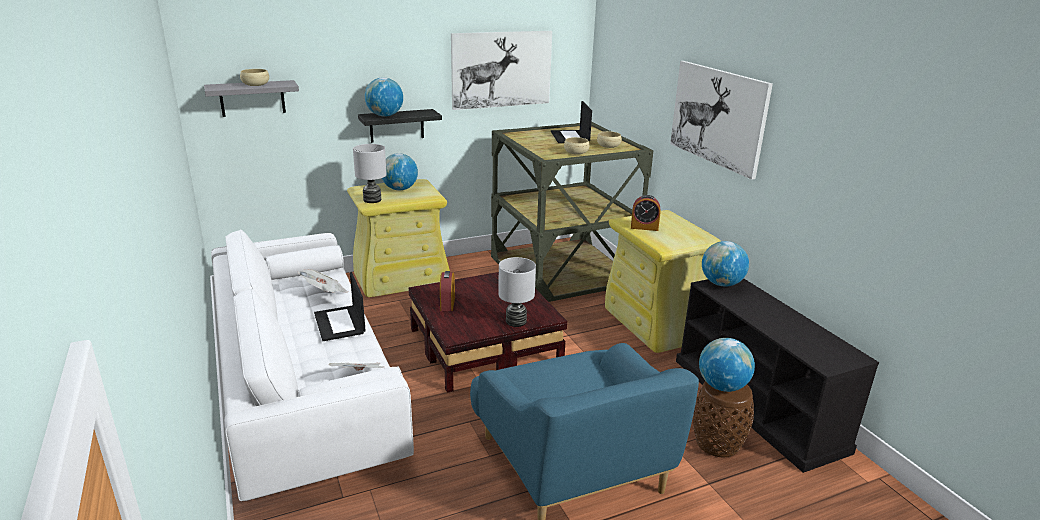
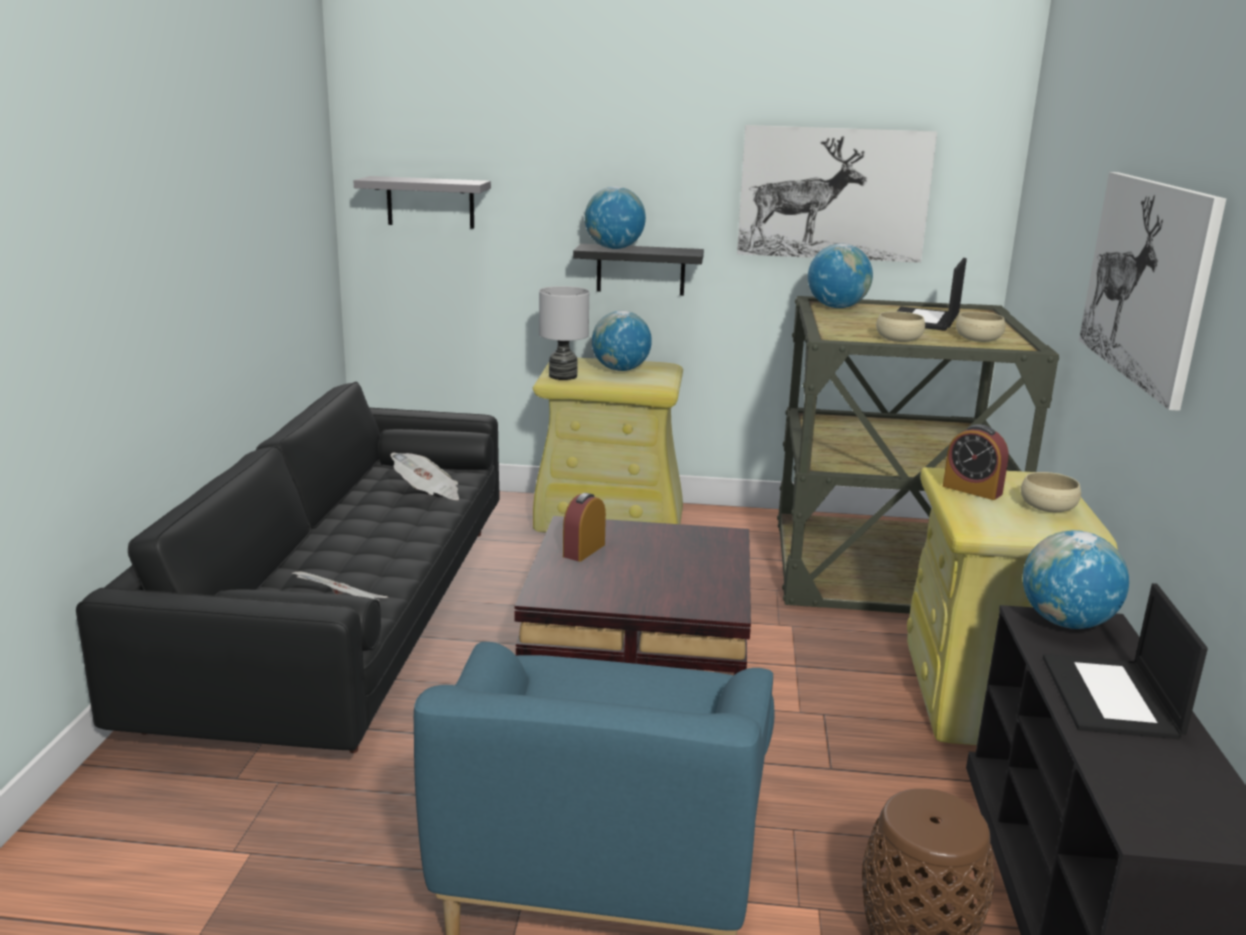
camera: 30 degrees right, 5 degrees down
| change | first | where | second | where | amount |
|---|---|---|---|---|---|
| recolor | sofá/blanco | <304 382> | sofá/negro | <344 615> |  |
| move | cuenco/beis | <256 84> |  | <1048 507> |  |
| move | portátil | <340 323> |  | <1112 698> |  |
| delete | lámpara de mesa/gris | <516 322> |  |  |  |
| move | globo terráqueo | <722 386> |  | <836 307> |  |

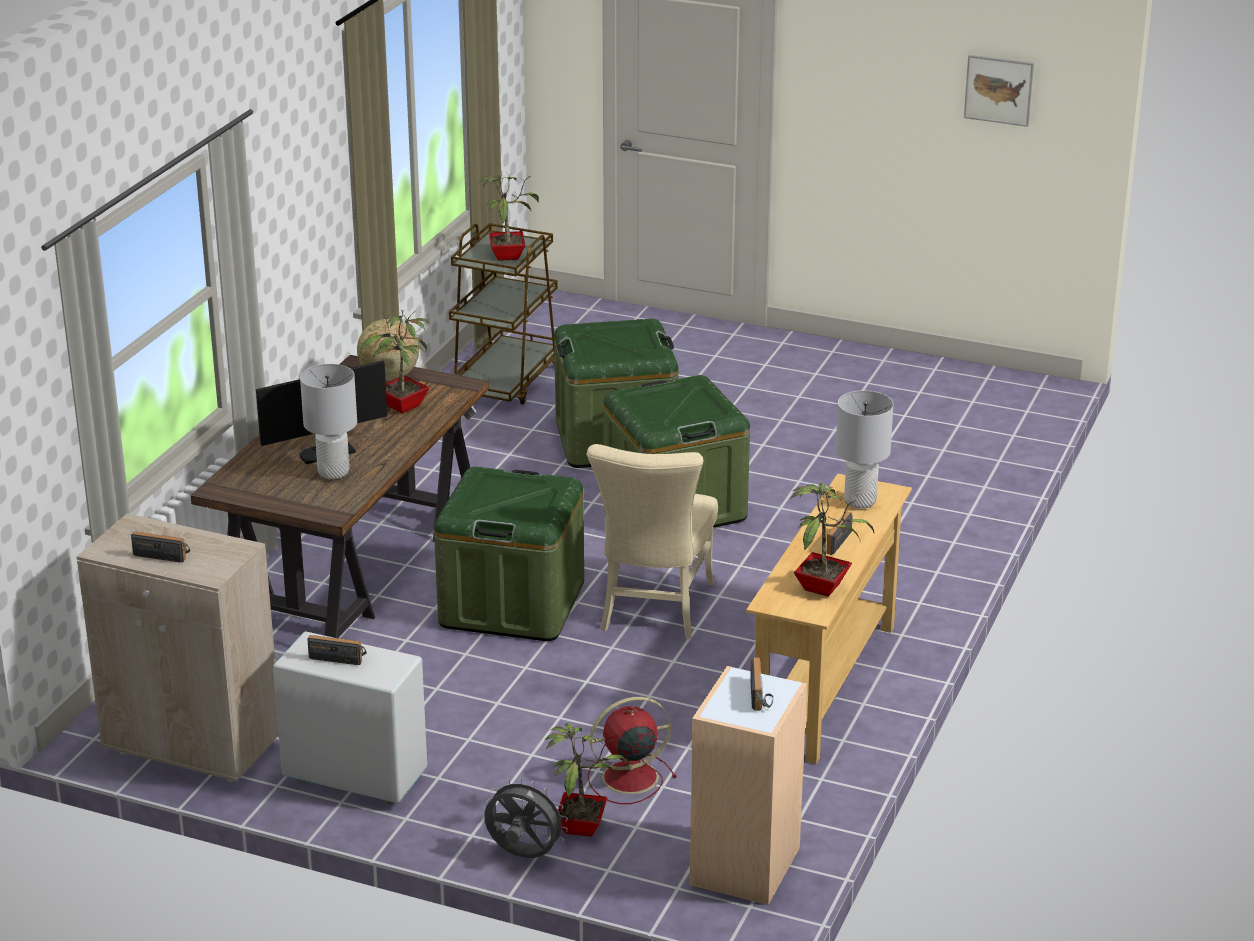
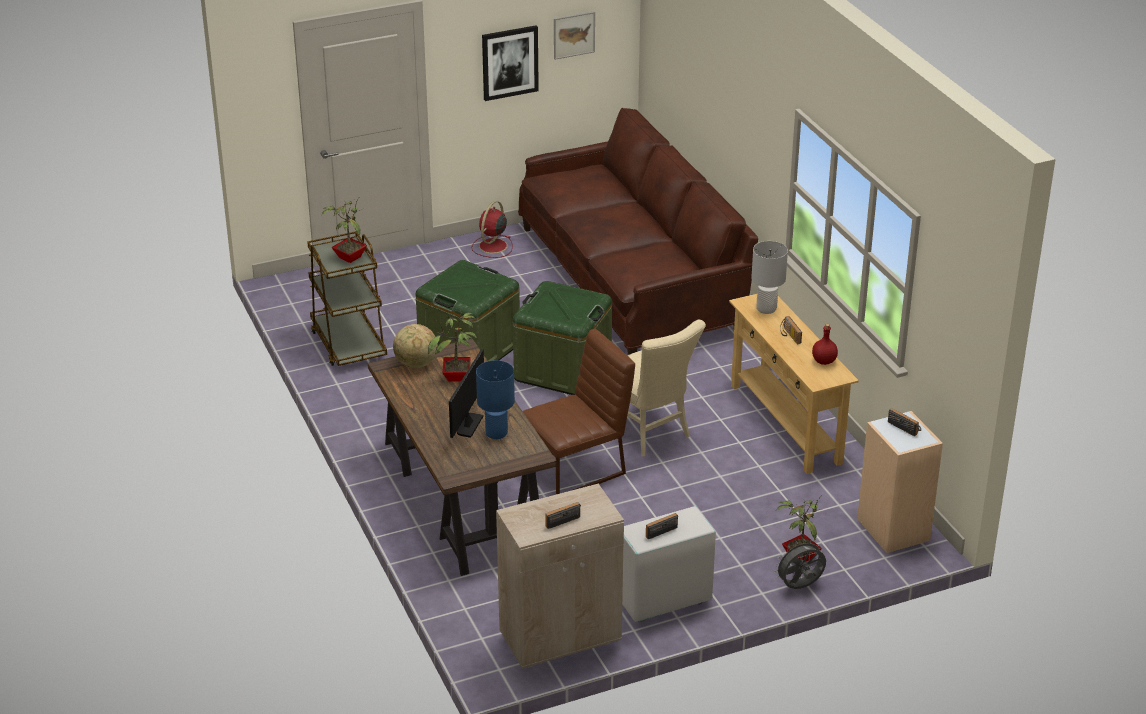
camera: 45 degrees left, 5 degrees up
| change | first | where | second | where | amount |
|---|---|---|---|---|---|
| recolor | lámpara de mesa/gris | <334 475> | lámpara de mesa/azul | <497 435> |  |
| replace | caja de almacenaje/verde | <512 604> | silla/marrón | <577 468> |  |
| move | ventilador/rojo | <627 778> |  | <492 247> |  |
| replace | planta en maceta | <823 586> | botella/rojo | <824 361> |  |
| insert |  |  | cuadro | <509 62> |  |
| insert |  |  | sofá/marrón | <631 279> |  |

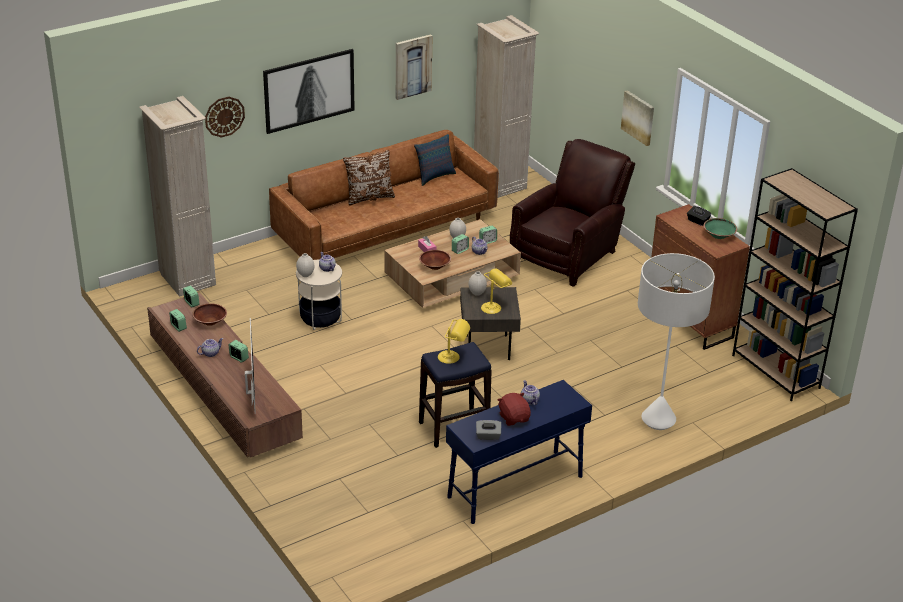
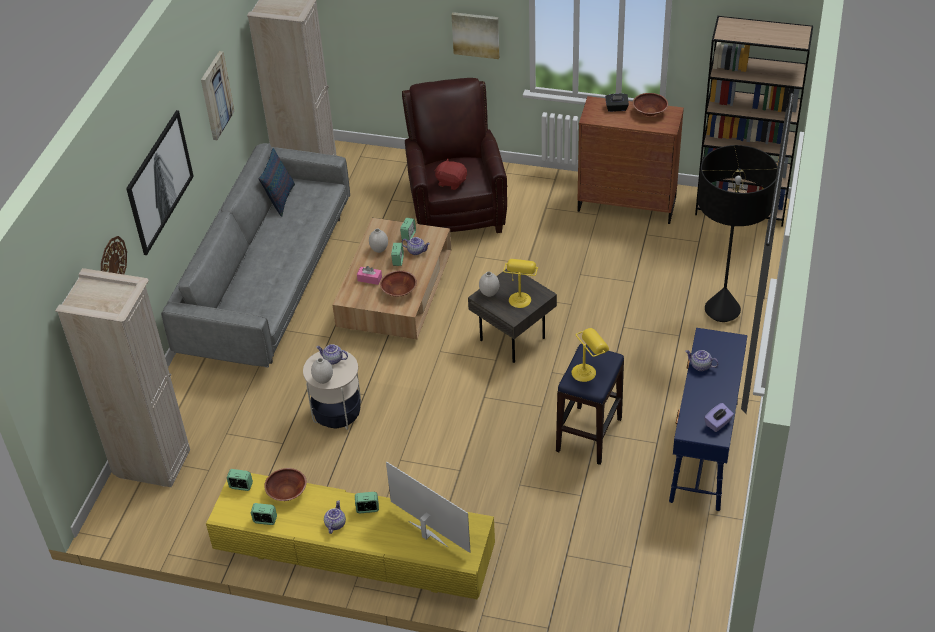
camera: 40 degrees left, 10 degrees up
| change | first | where | second | where | amount |
|---|---|---|---|---|---|
| recolor | mueble de televisión/marrón | <223 392> | mueble de televisión/amarillo | <354 554> |  |
| recolor | sofá/marrón | <385 229> | sofá/gris | <268 282> |  |
| delete | cojín/marrón | <369 198> |  |  |  |
| recolor | caja de pañuelos/gris | <488 436> | caja de pañuelos/morado | <718 423> |  |
| move | peluche/rojo | <514 418> |  | <451 182> |  |
| recolor | lámpara de pie/blanco | <658 421> | lámpara de pie/negro | <722 312> |  |
| recolor | cuenco/verde | <718 235> | cuenco/marrón | <649 112> |  |

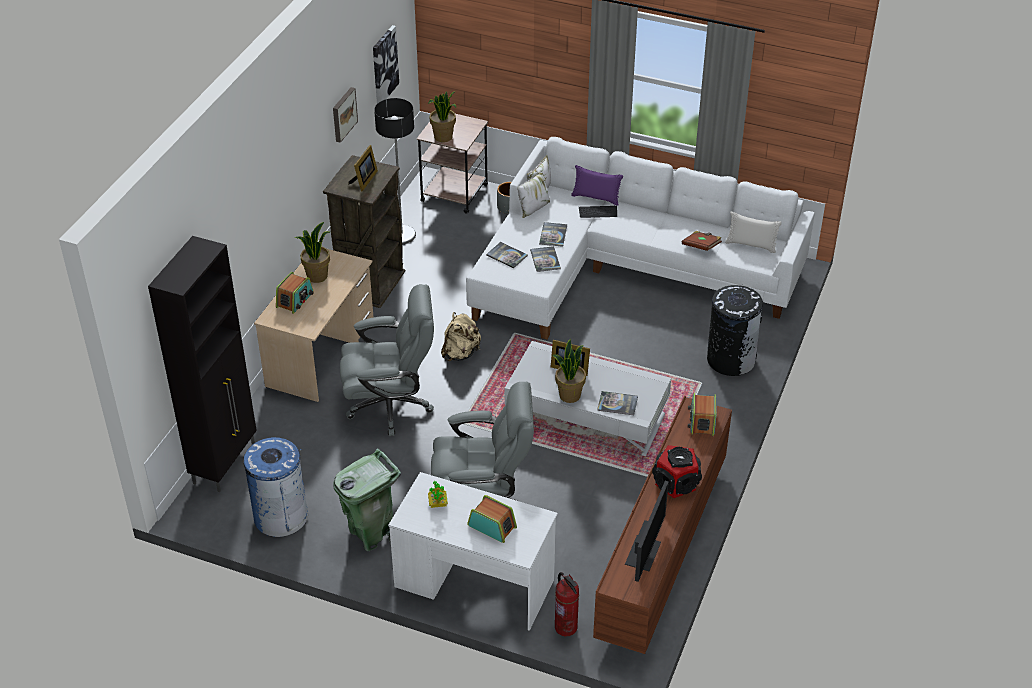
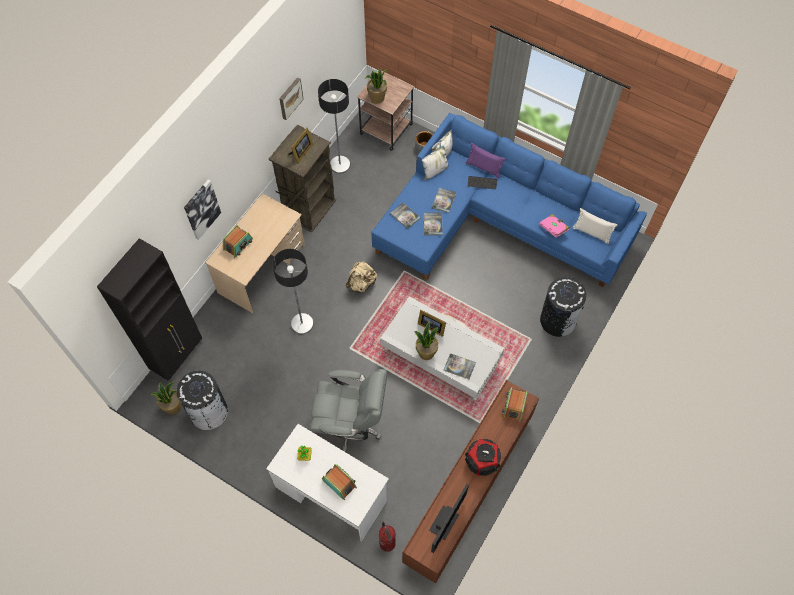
camera: 10 degrees right, 20 degrees up
| change | first | where | second | where | amount |
|---|---|---|---|---|---|
| recolor | papelera/azul | <281 516> | papelera/negro | <209 412> |  |
| move | planta en maceta | <317 276> |  | <173 407> |  |
| delete | papelera/verde | <372 533> |  |  |  |
| replace | silla de oficina/gris | <390 405> | lámpara de pie | <302 324> |  |
| move | cuadro | <384 65> |  | <201 209> |  |
| recolor | sofá/blanco | <621 271> | sofá/azul | <494 224> |  |
| recolor | libro/marrón | <701 246> | libro/rosa | <553 228> |  |

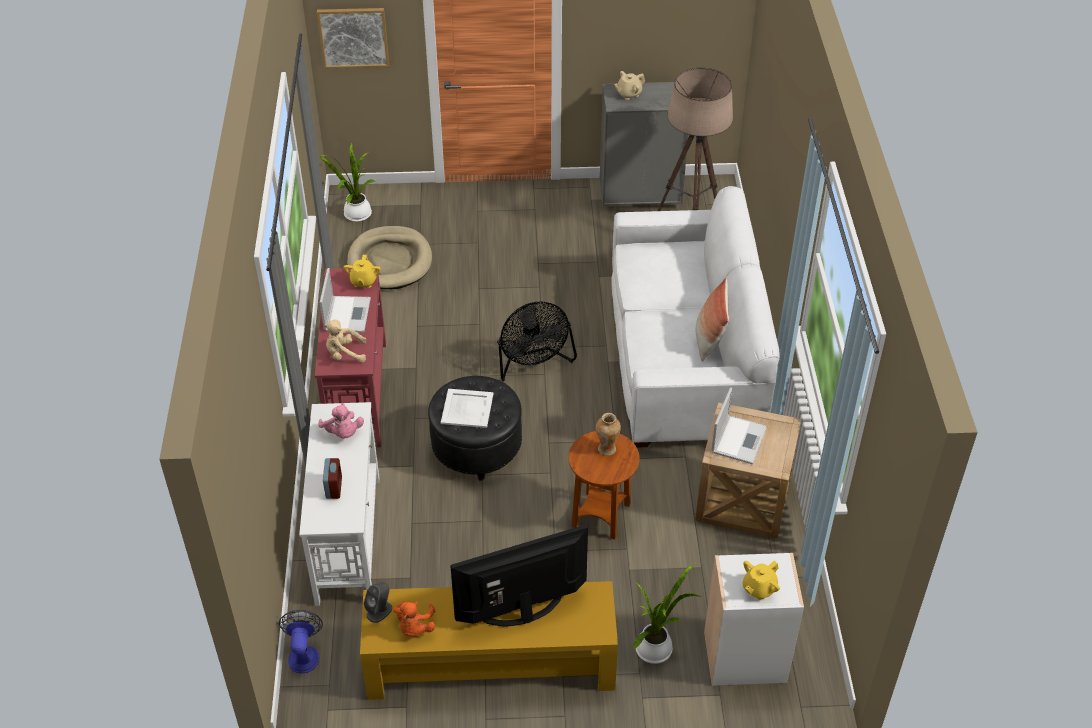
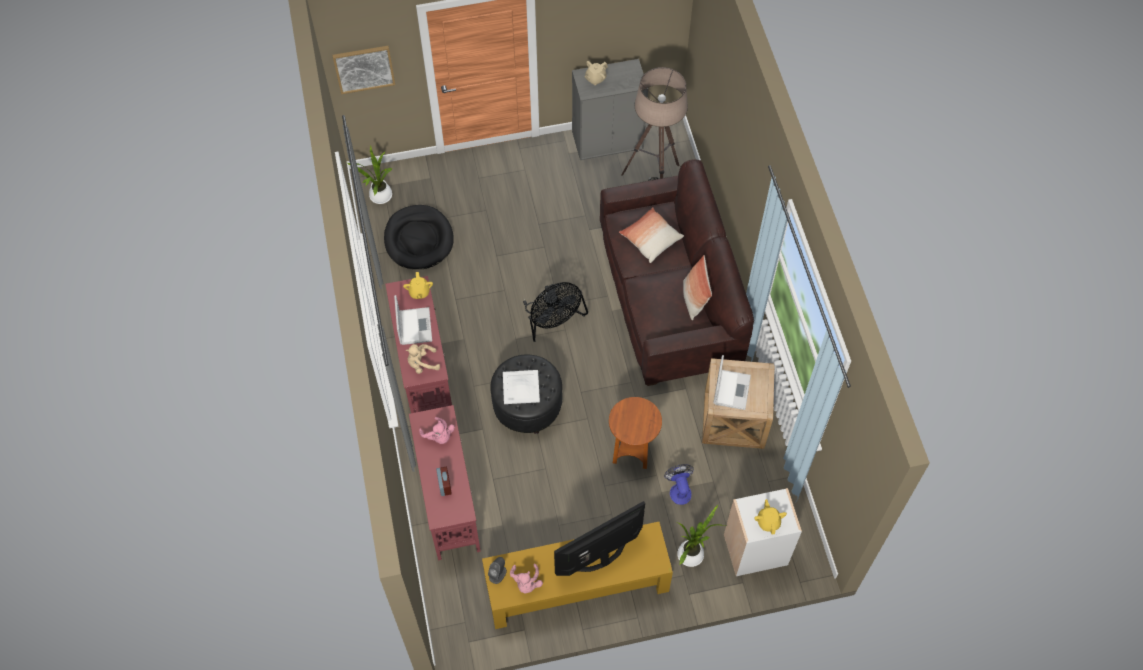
camera: 10 degrees left, 15 degrees up
| change | first | where | second | where | amount |
|---|---|---|---|---|---|
| move | ventilador | <304 653> |  | <679 490> |  |
| recolor | mesa consola/blanco | <349 538> | mesa consola/rojo | <449 499> |  |
| recolor | cama para perro/beis | <390 261> | cama para perro/negro | <419 239> |  |
| recolor | peluche/naranja | <415 627> | peluche/rosa | <526 582> |  |
| delete | florero | <607 448> |  |  |  |
| recolor | sofá/blanco | <682 356> | sofá/marrón | <668 296> |  |
| rotate | tetera/amarillo | <758 588> |  | <768 521> | 135 degrees clockwise |
| insert |  |  | cojín | <650 239> |  |

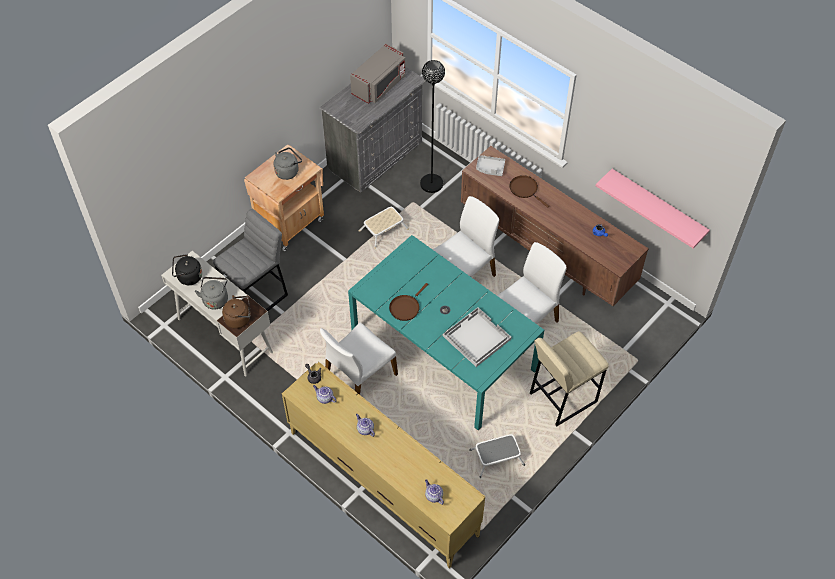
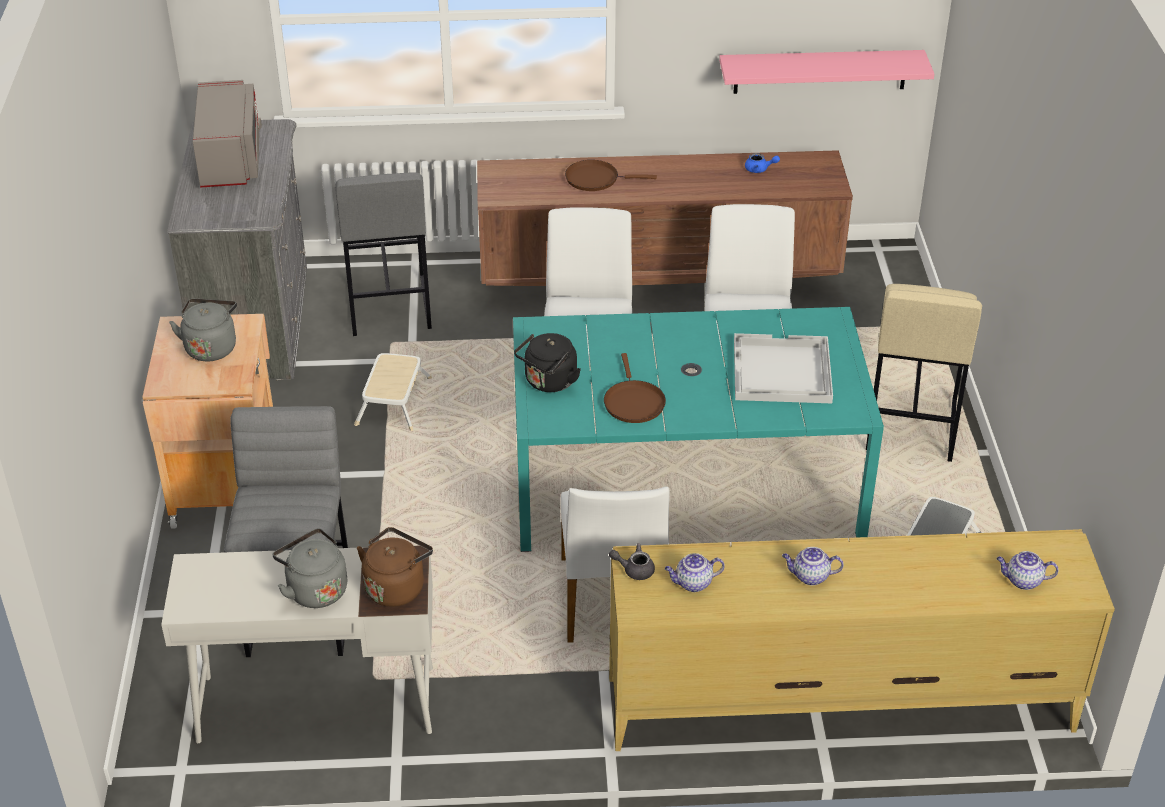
camera: 45 degrees left, 15 degrees down
| change | first | where | second | where | amount |
|---|---|---|---|---|---|
| move | hervidor/negro | <188 277> |  | <549 382> |  |
| replace | lámpara de pie/negro | <431 184> | taburete/gris | <389 307> |  |
| delete | bandeja/gris | <490 168> |  |  |  |

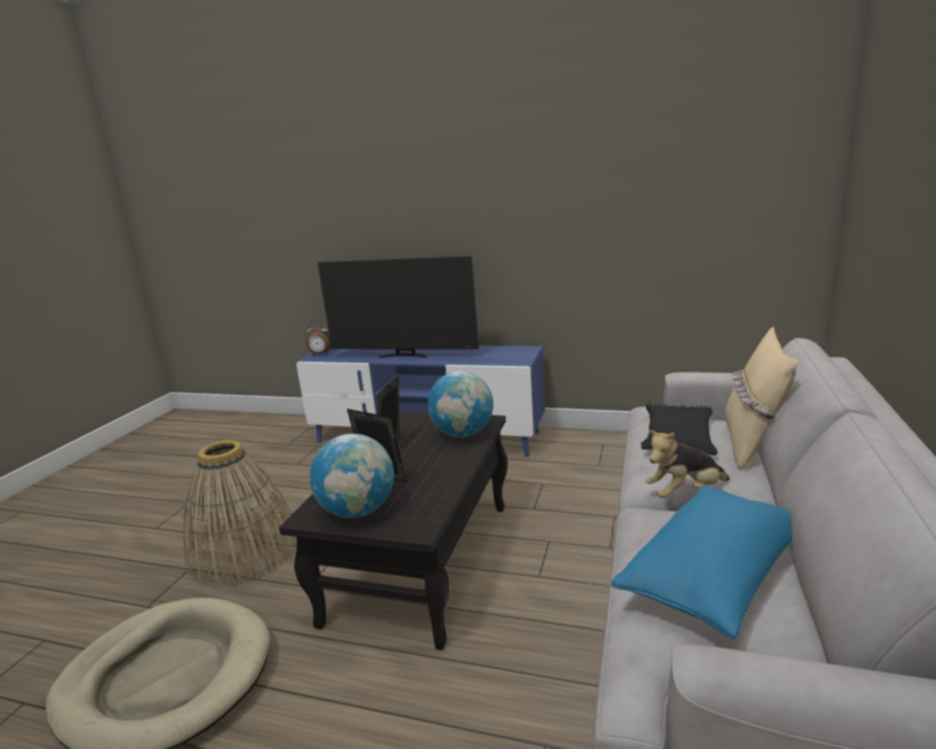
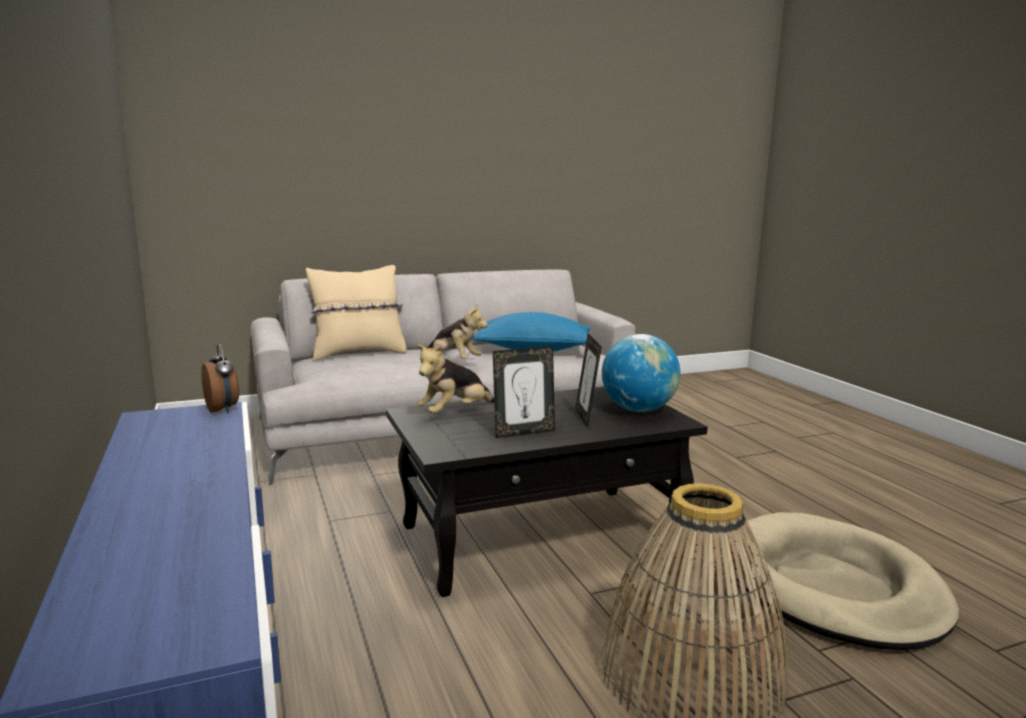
camera: 130 degrees left, 5 degrees down
| change | first | where | second | where | amount |
|---|---|---|---|---|---|
| move | despertador | <320 354> |  | <223 409> |  |
| delete | televisor | <404 356> |  |  |  |
| replace | globo terráqueo | <463 434> | peluche | <454 413> |  |
| delete | cojín/negro | <677 436> |  |  |  |

